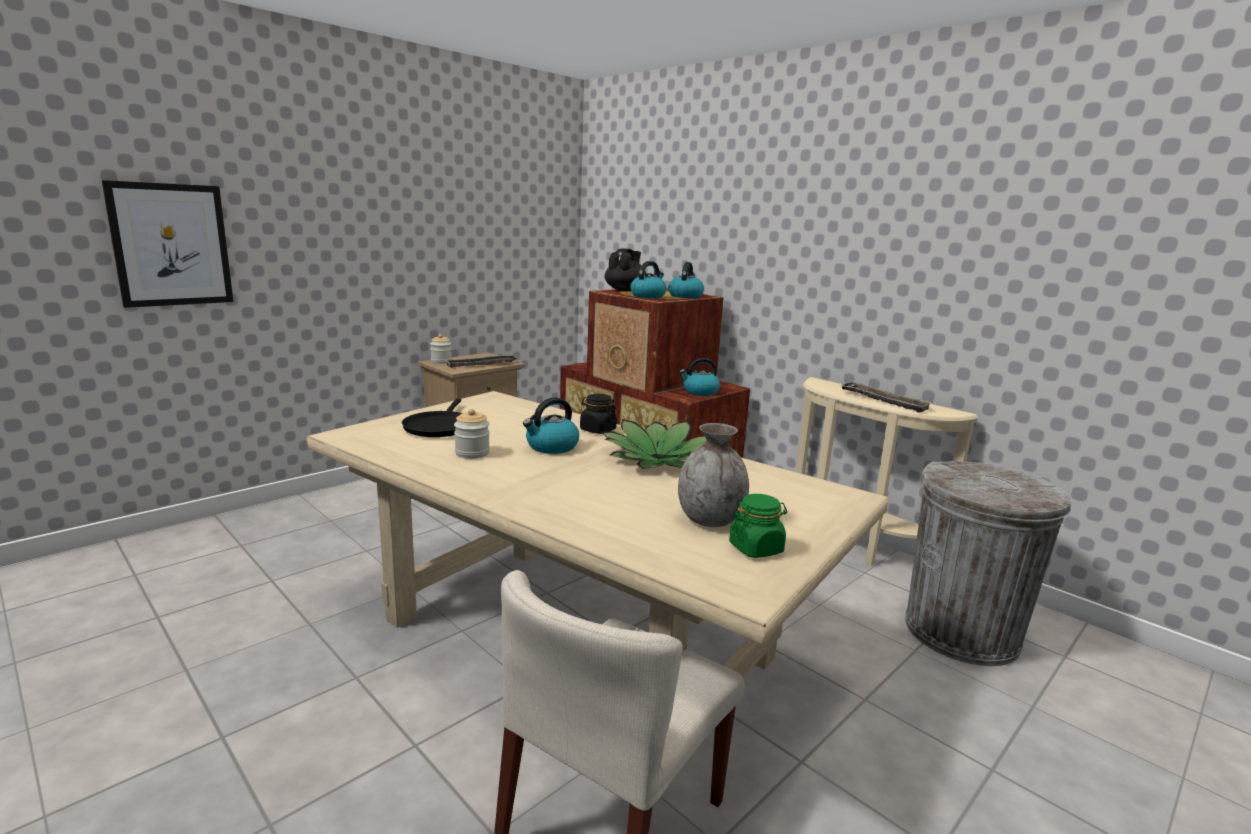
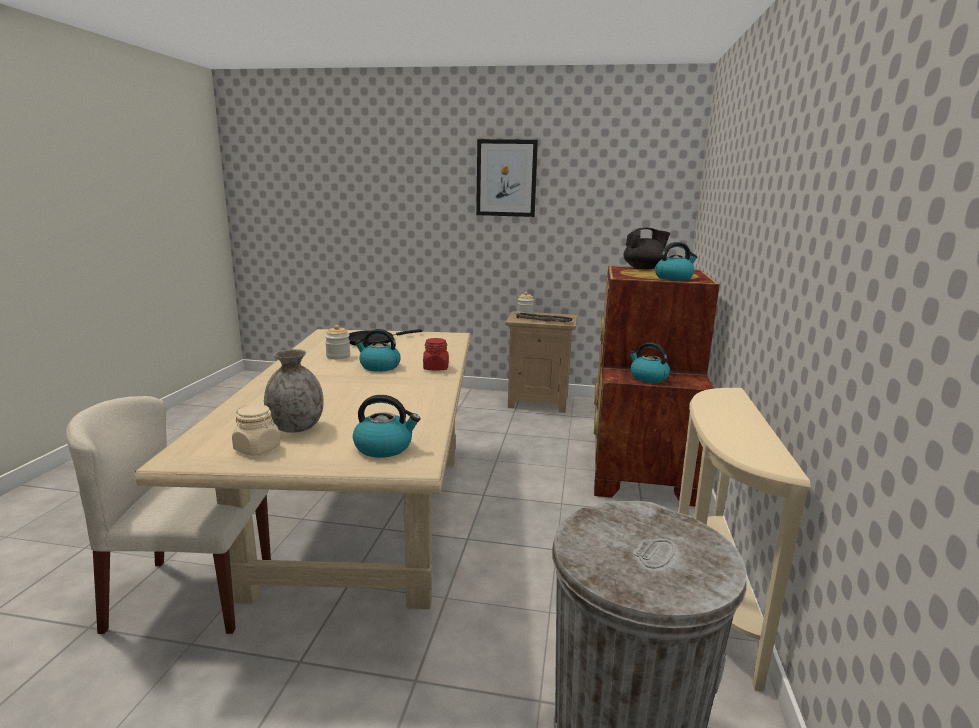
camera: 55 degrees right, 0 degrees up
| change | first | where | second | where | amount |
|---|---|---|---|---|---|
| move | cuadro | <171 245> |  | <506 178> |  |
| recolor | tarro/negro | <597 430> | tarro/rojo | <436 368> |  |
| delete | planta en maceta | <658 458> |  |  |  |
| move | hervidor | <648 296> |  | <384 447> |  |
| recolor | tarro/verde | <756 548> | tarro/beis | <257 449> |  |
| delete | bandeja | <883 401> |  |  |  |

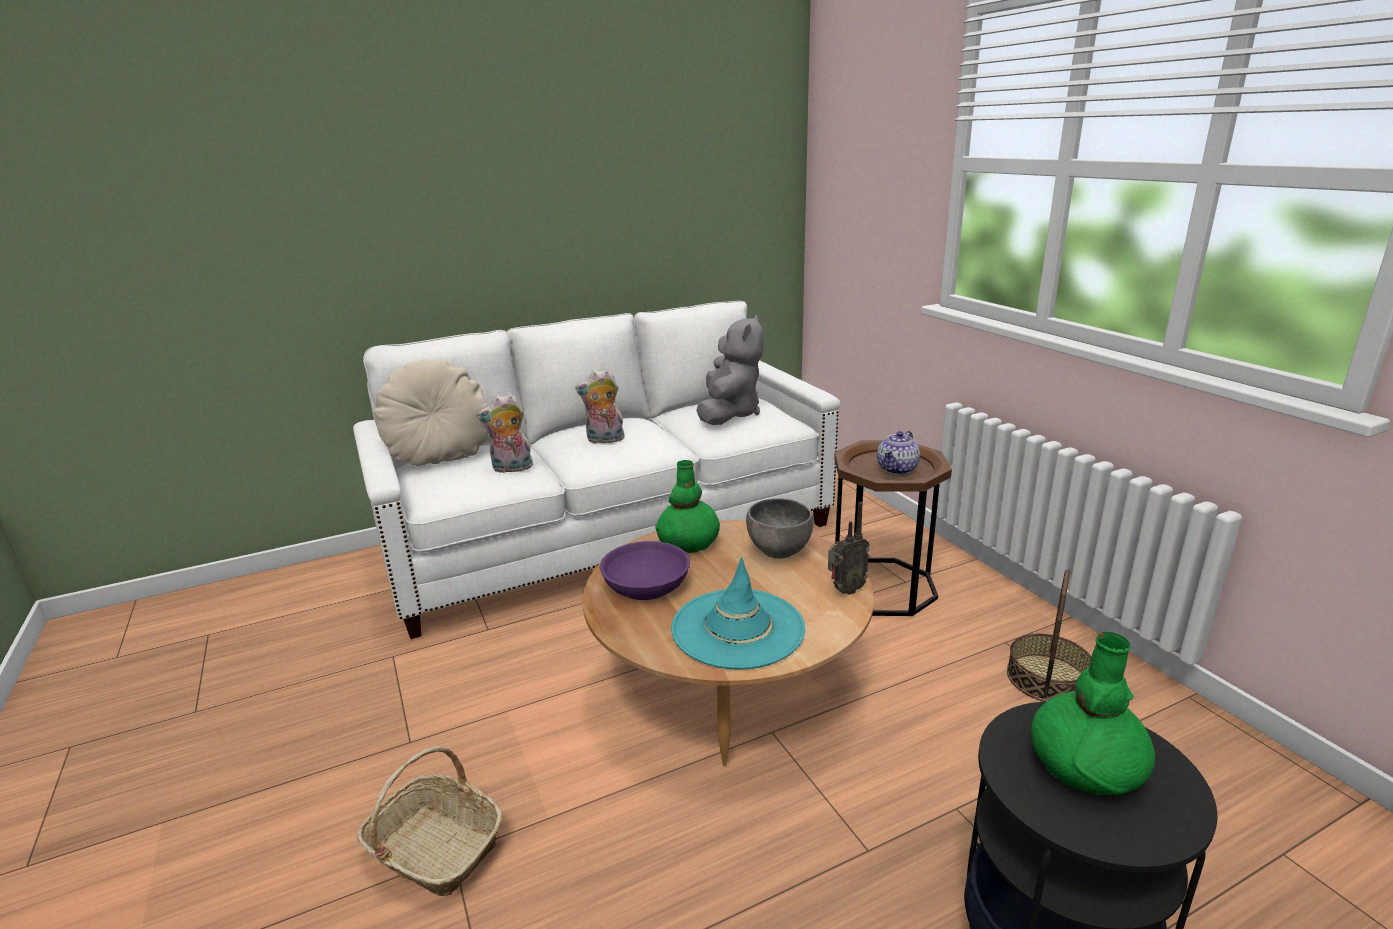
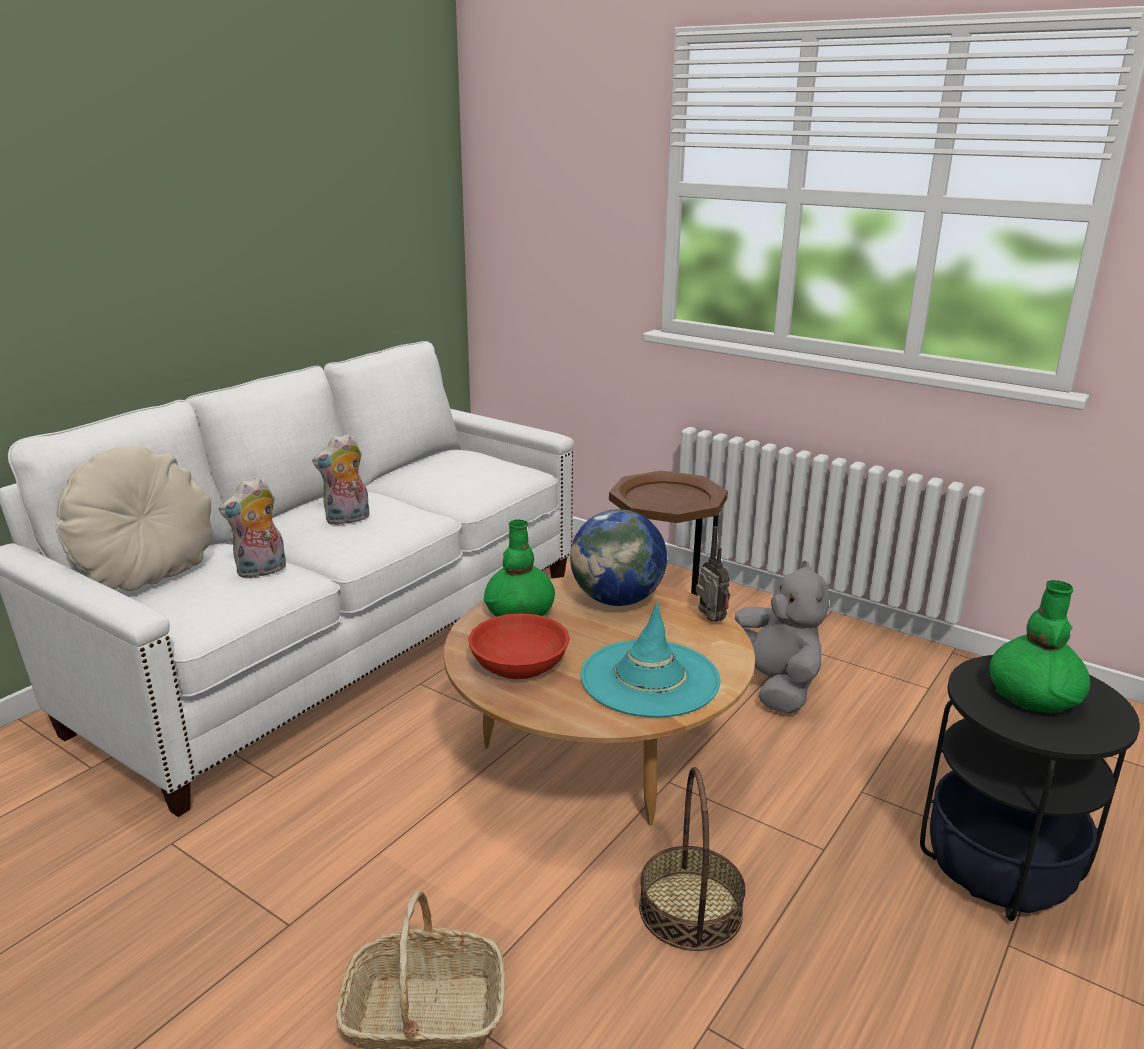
camera: 30 degrees left, 0 degrees up
| change | first | where | second | where | amount |
|---|---|---|---|---|---|
| recolor | cuenco/morado | <646 584> | cuenco/rojo | <519 662> |  |
| move | peluche/gris | <729 414> |  | <774 685> |  |
| replace | cuenco/gris | <779 551> | globo terráqueo | <617 600> |  |
| rotate | radio | <845 590> |  | <709 621> | 60 degrees counterclockwise |
| delete | tetera | <898 469> |  |  |  |
| move | cesta | <1048 679> |  | <691 910> |  |

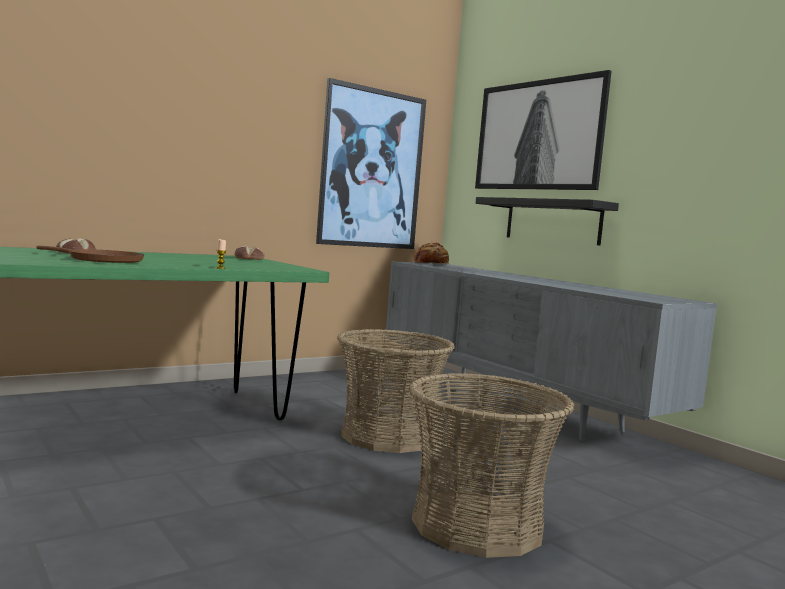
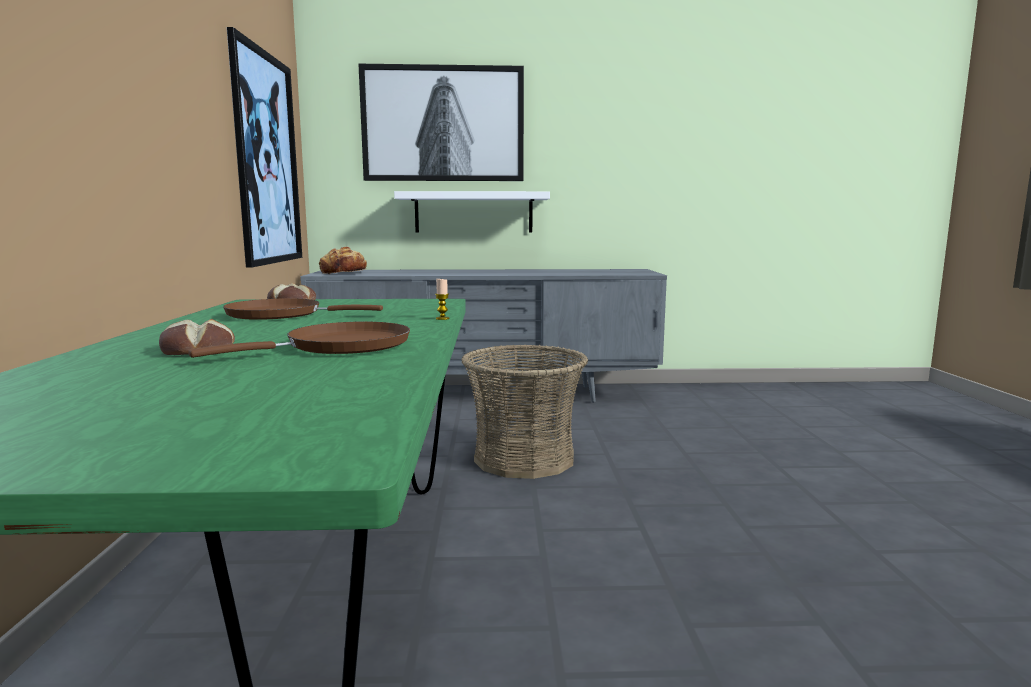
camera: 55 degrees left, 5 degrees up
| change | first | where | second | where | amount |
|---|---|---|---|---|---|
| delete | cesta | <478 525> |  |  |  |
| recolor | estante/negro | <552 221> | estante/blanco | <473 212> |  |
| insert |  |  | sartén/marrón | <281 315> |  |

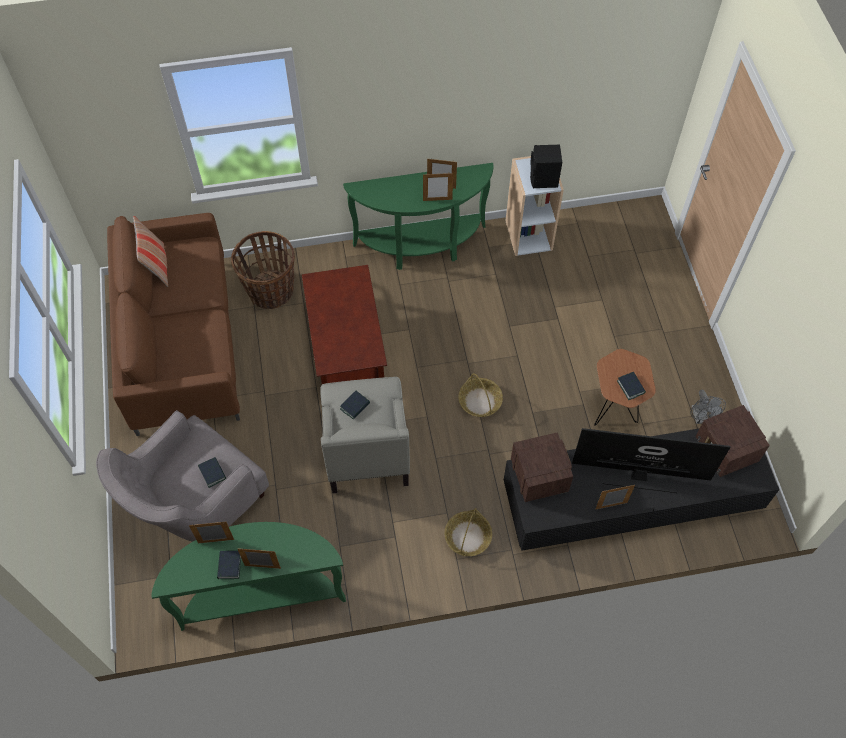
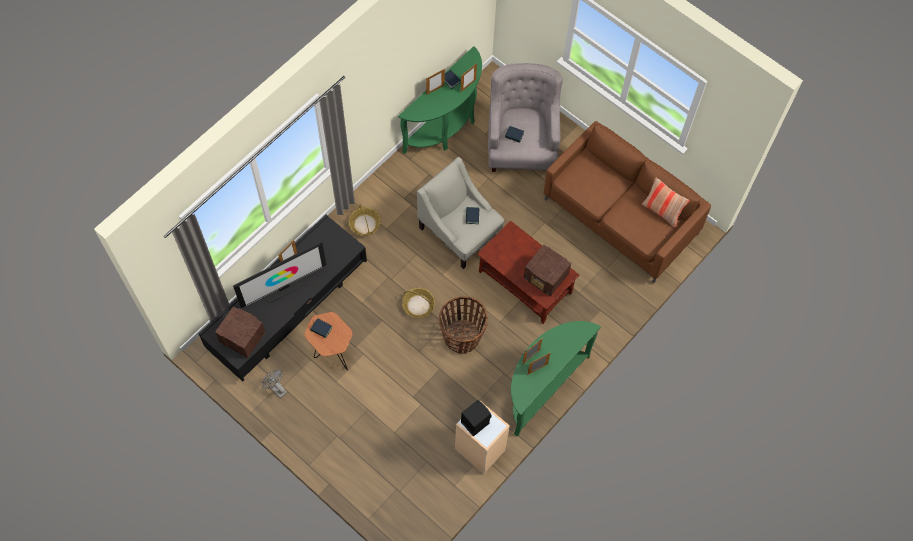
camera: 140 degrees right, 5 degrees up
| change | first | where | second | where | amount |
|---|---|---|---|---|---|
| move | cesta | <270 291> |  | <462 336> |  |
| move | radio | <539 475> |  | <546 277> |  |

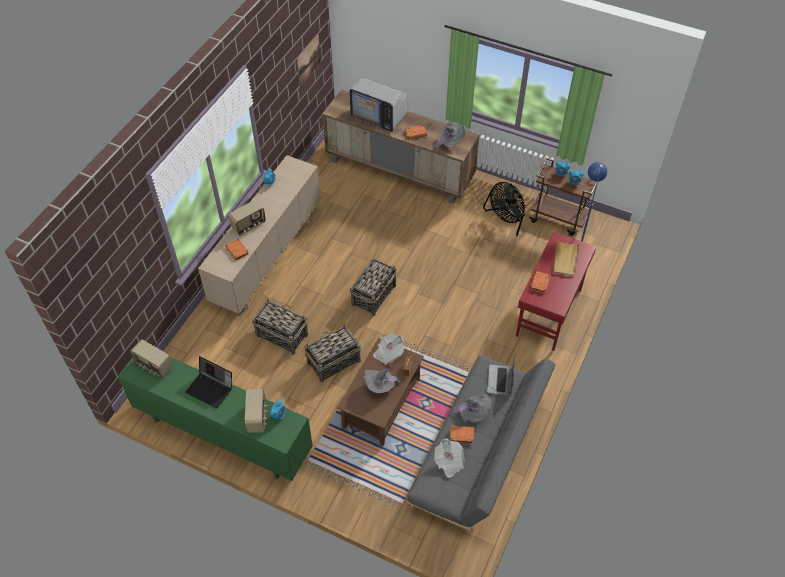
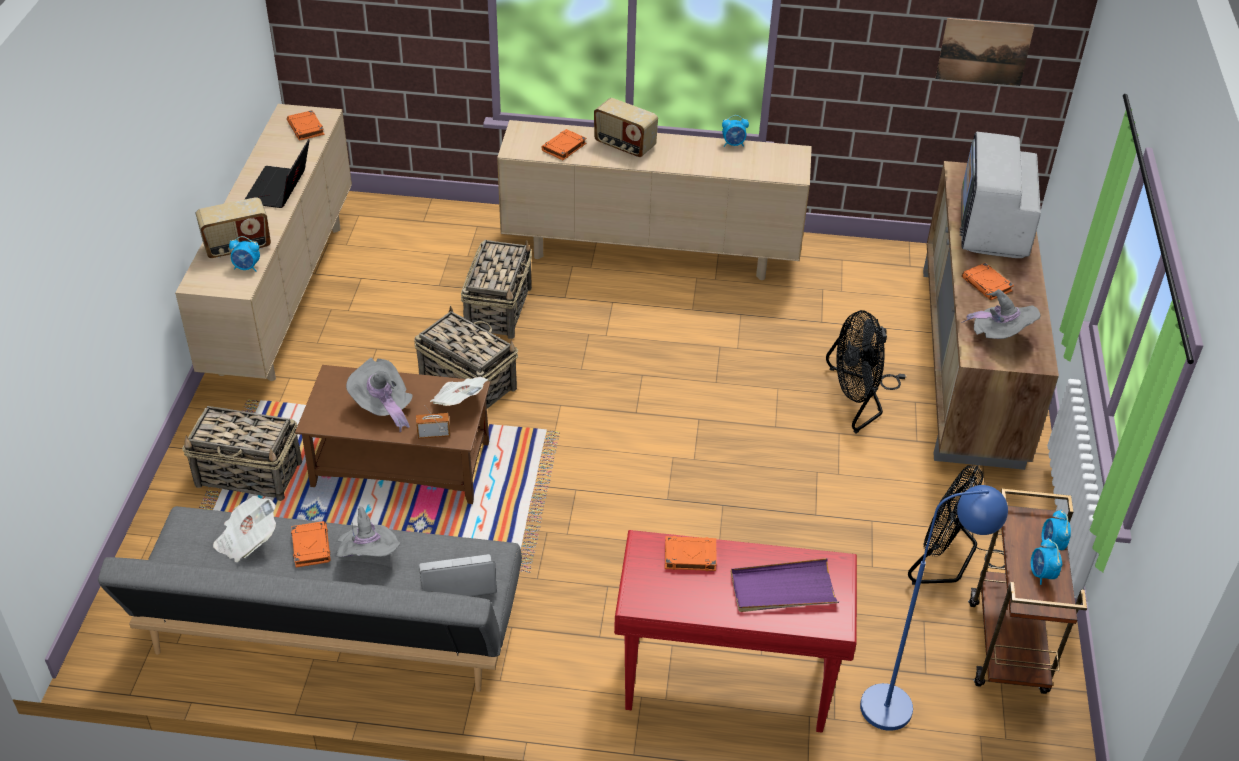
camera: 70 degrees right, 10 degrees down
| change | first | where | second | where | amount |
|---|---|---|---|---|---|
| recolor | armario/verde | <223 436> | armario/beis | <282 297> |  |
| replace | radio | <154 366> | libro/naranja | <306 128> |  |
| move | cesta | <374 295> |  | <250 474> |  |
| recolor | bandeja/beis | <565 259> | bandeja/morado | <782 589> |  |
| insert |  |  | ventilador/negro | <860 396> |  |

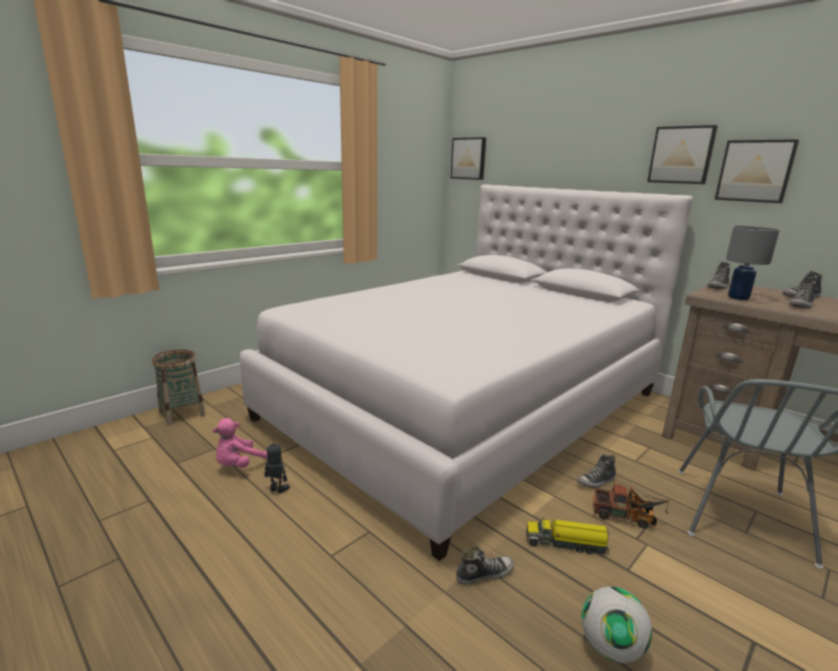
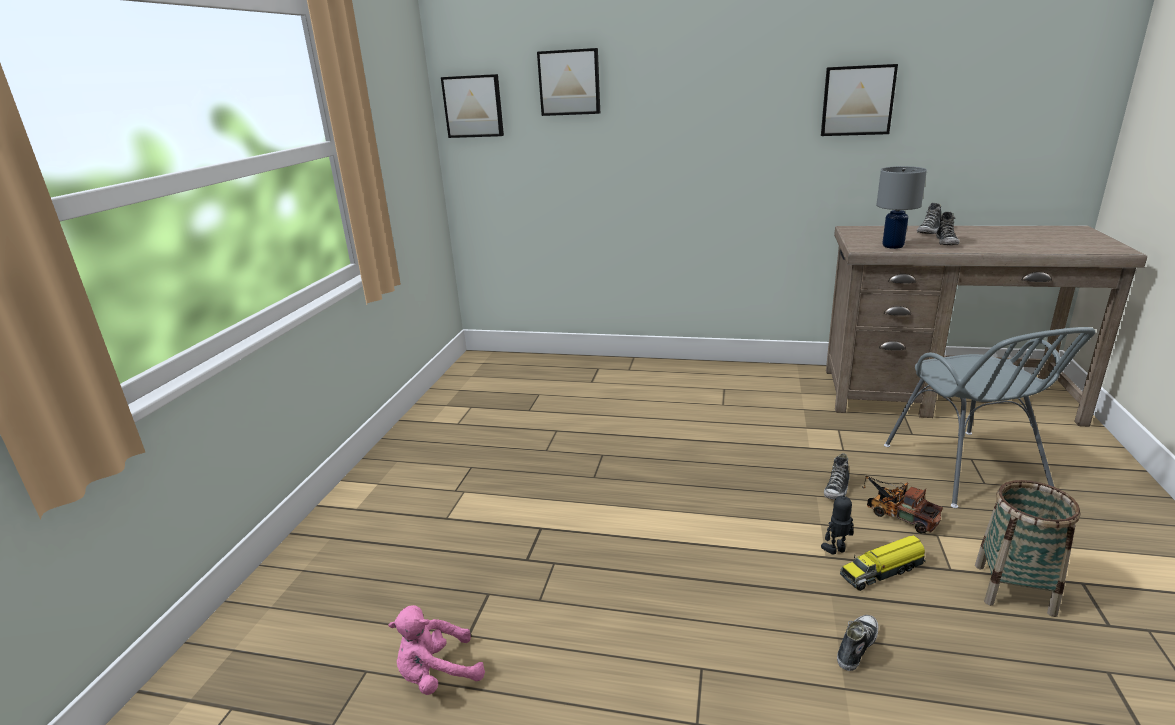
camera: 30 degrees left, 5 degrees up
| change | first | where | second | where | amount |
|---|---|---|---|---|---|
| move | cesta | <182 413> |  | <1014 589> |  |
| rotate | peluche/rosa | <240 465> |  | <437 675> | 60 degrees clockwise |
| delete | cama/blanco | <466 405> |  |  |  |
| move | robot de juguete | <277 490> |  | <836 550> |  |
| delete | balón de fútbol | <610 647> |  |  |  |
| rotate | camión de juguete | <627 517> |  | <897 515> | 120 degrees counterclockwise |
| move | cuadro | <681 155> |  | <569 82> |  |
| delete | zapato | <718 287> |  |  |  |

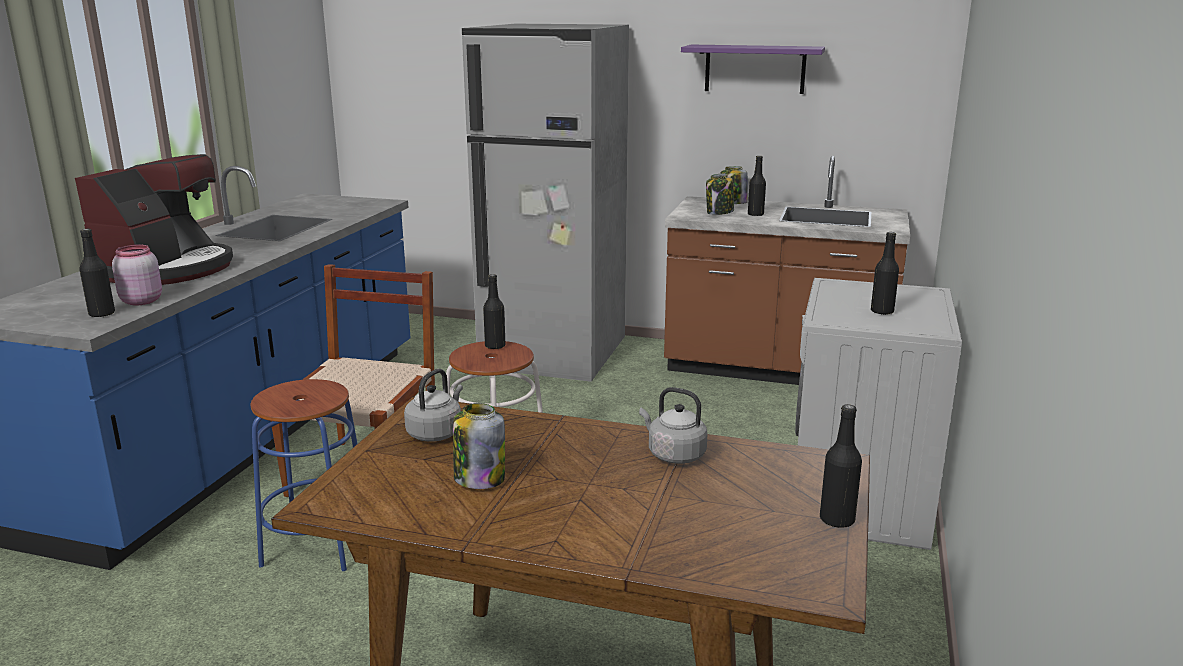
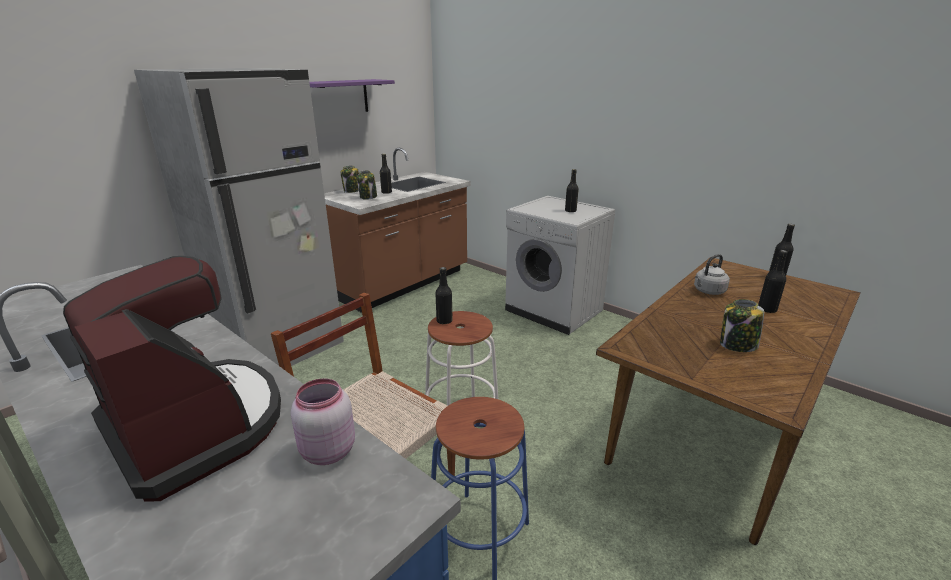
camera: 65 degrees left, 5 degrees up
| change | first | where | second | where | amount |
|---|---|---|---|---|---|
| move | botella/negro | <102 314> |  | <767 309> |  |
| delete | hervidor/gris | <436 433> |  |  |  |

